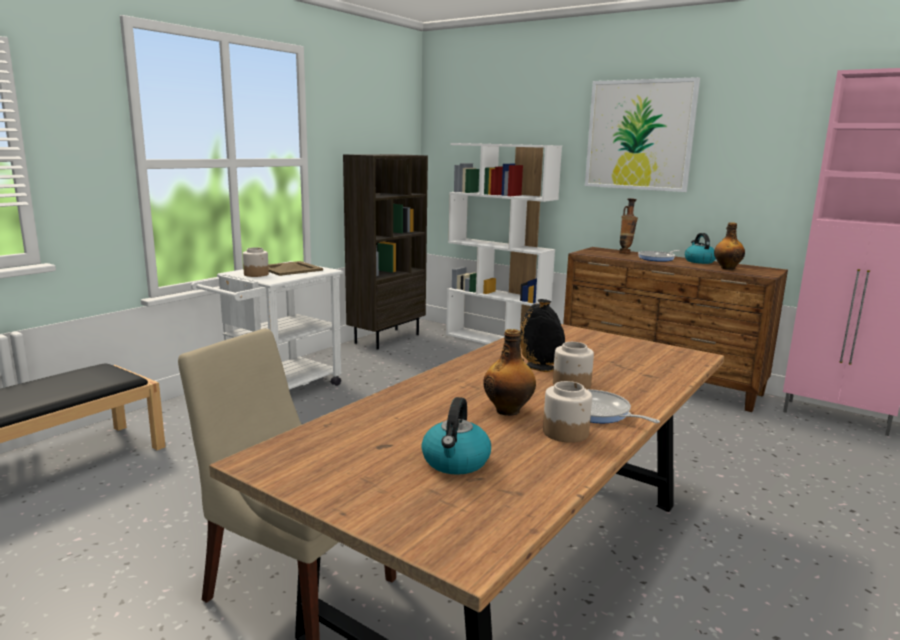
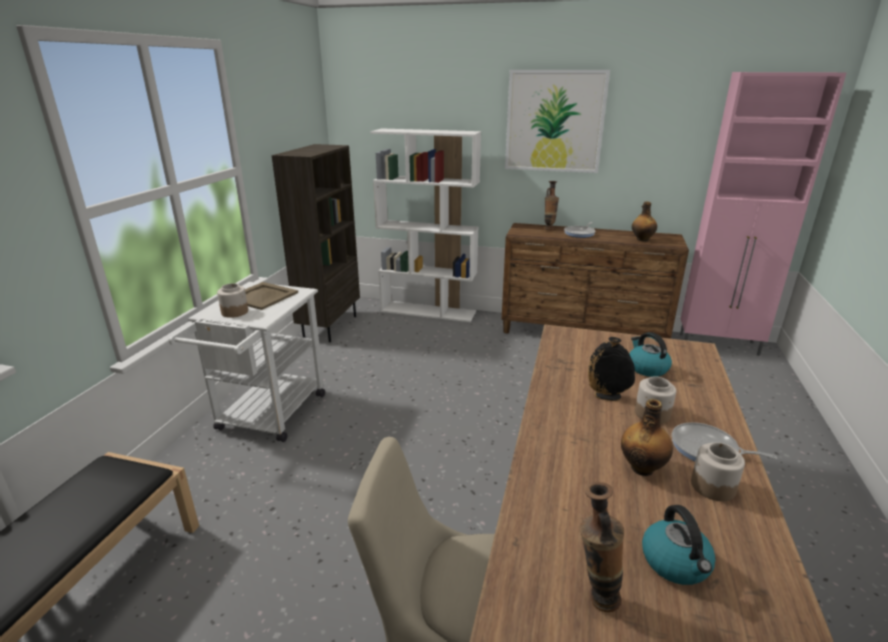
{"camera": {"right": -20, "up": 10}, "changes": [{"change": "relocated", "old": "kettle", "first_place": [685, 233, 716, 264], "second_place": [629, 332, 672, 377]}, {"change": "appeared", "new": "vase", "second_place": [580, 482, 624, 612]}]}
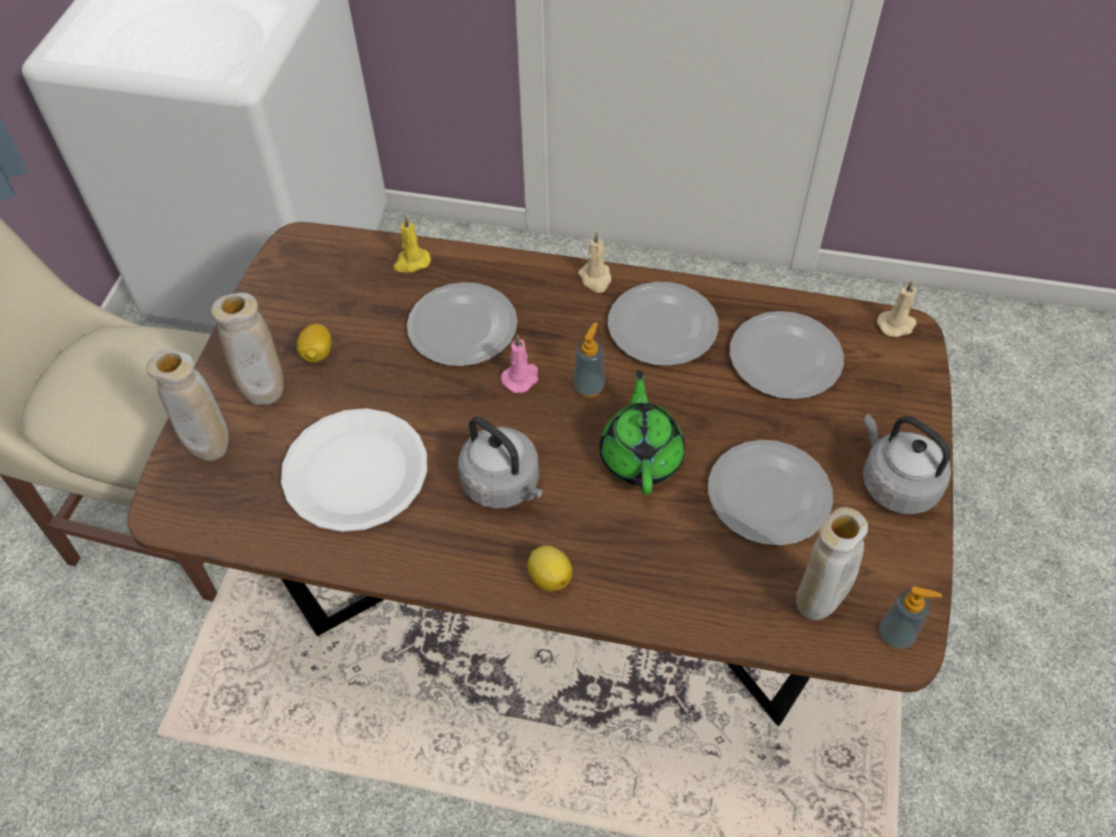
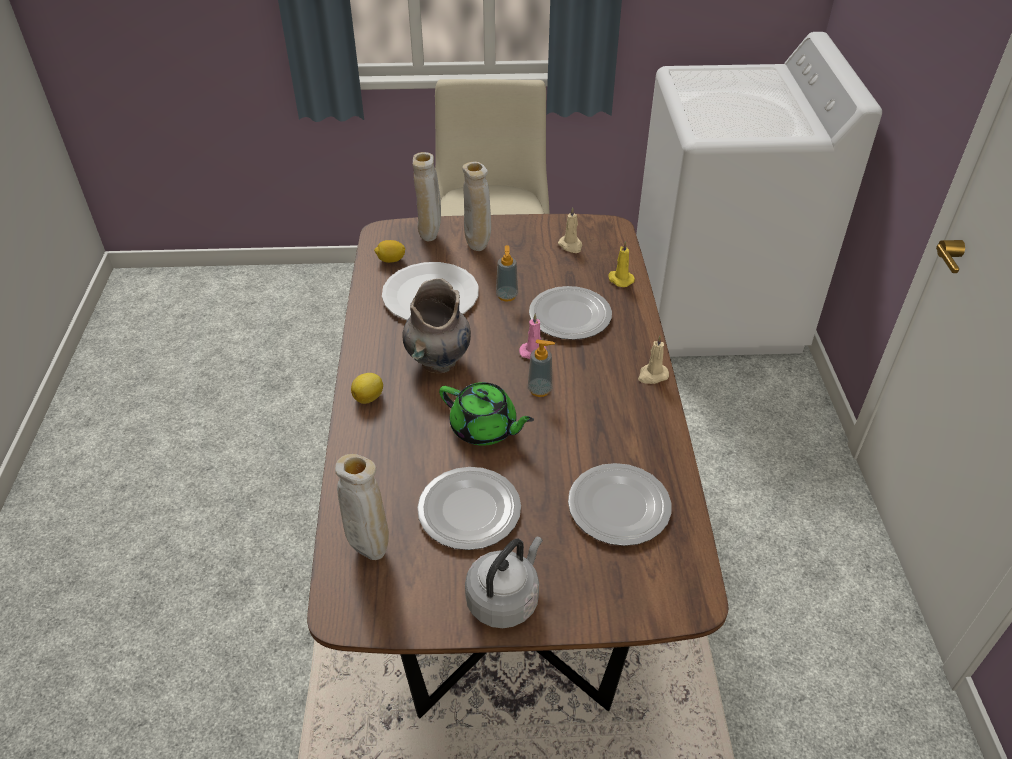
{"camera": {"right": 75, "up": -10}, "changes": [{"change": "relocated", "old": "lemon", "first_place": [297, 324, 332, 363], "second_place": [374, 240, 406, 263]}, {"change": "exchanged", "old": "kettle (greyish)", "new": "vase (greyish)", "first_place": [458, 417, 543, 509], "second_place": [403, 278, 471, 373]}, {"change": "spun", "old": "pot for tea (green)", "first_place": [600, 370, 685, 495], "second_place": [439, 382, 534, 446], "degrees": 45}, {"change": "missing", "old": "flat dish", "first_place": [608, 282, 719, 366]}, {"change": "relocated", "old": "wax candle (sand-coloured)", "first_place": [877, 280, 917, 337], "second_place": [558, 207, 582, 253]}, {"change": "relocated", "old": "liquid soap bottle", "first_place": [879, 586, 942, 649], "second_place": [496, 245, 518, 302]}]}
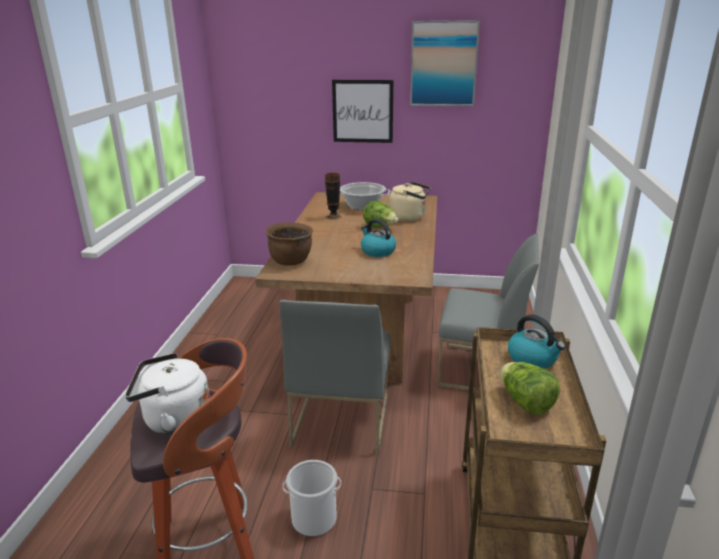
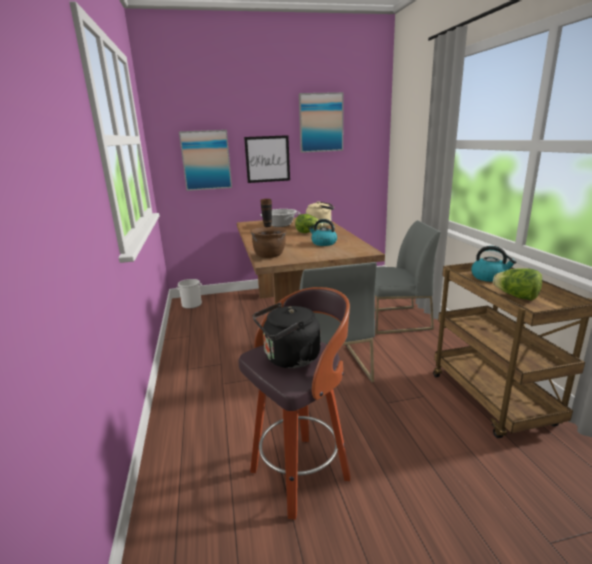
{"camera": {"right": -20, "up": -5}, "changes": [{"change": "colour", "old": "kettle (whitish)", "new": "kettle (blackish)", "first_place": [125, 353, 210, 435], "second_place": [253, 302, 320, 368]}, {"change": "relocated", "old": "water bucket", "first_place": [283, 460, 341, 537], "second_place": [177, 279, 202, 309]}, {"change": "appeared", "new": "wall art", "second_place": [179, 130, 232, 191]}]}
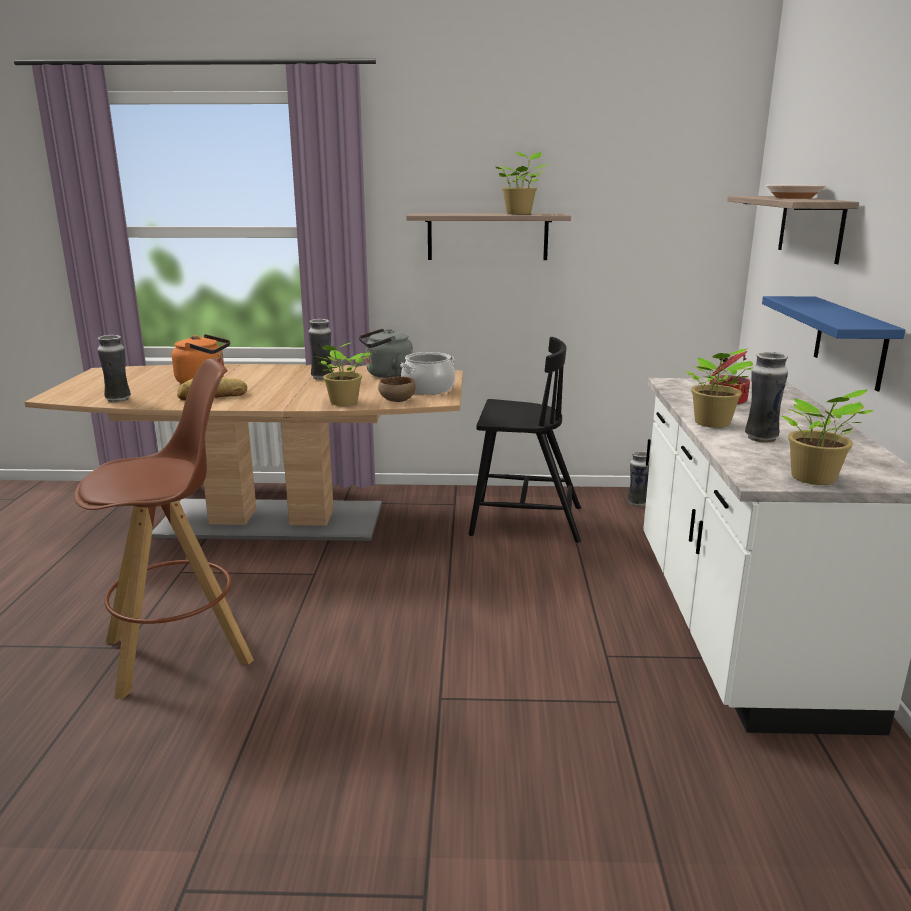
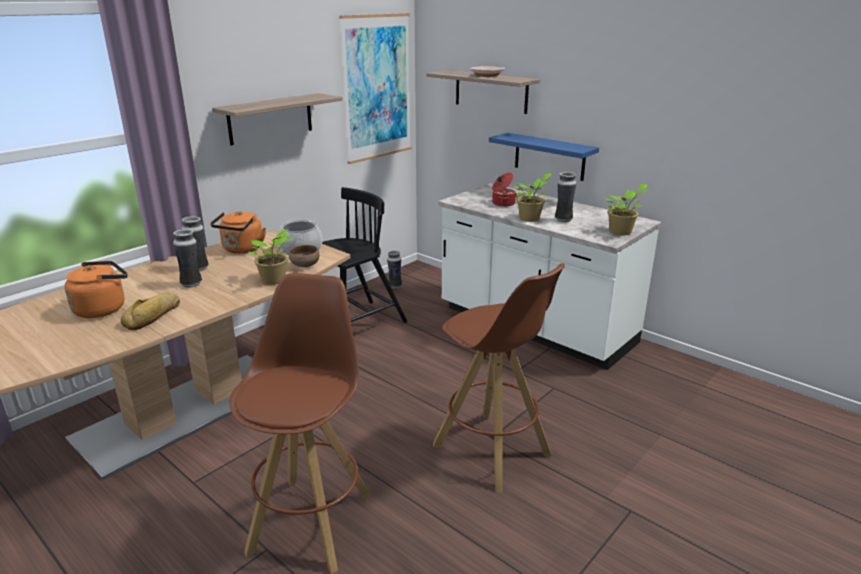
{"camera": {"right": -50, "up": 5}, "changes": [{"change": "relocated", "old": "vase", "first_place": [97, 335, 131, 402], "second_place": [173, 229, 202, 288]}, {"change": "colour", "old": "kettle (greyish)", "new": "kettle (orange-coloured)", "first_place": [359, 329, 413, 378], "second_place": [210, 211, 266, 254]}, {"change": "missing", "old": "potted plant", "first_place": [496, 152, 547, 214]}, {"change": "appeared", "new": "wall art", "second_place": [339, 13, 411, 164]}, {"change": "appeared", "new": "stool (brownish)", "second_place": [433, 264, 565, 492]}]}
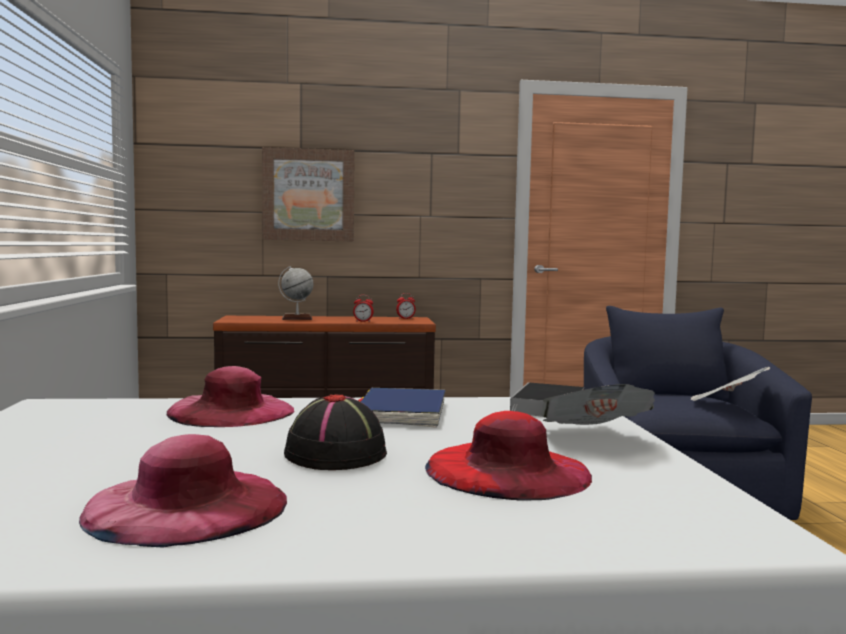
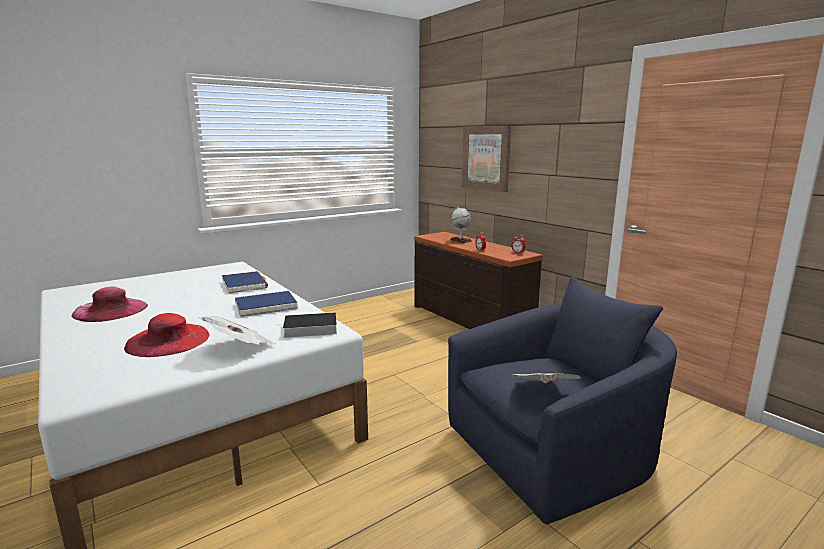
{"camera": {"right": 60, "up": 10}, "changes": [{"change": "exchanged", "old": "hat (pink)", "new": "volume (blue)", "first_place": [167, 366, 294, 427], "second_place": [222, 271, 268, 294]}, {"change": "missing", "old": "hat (blackish)", "first_place": [284, 394, 387, 470]}]}
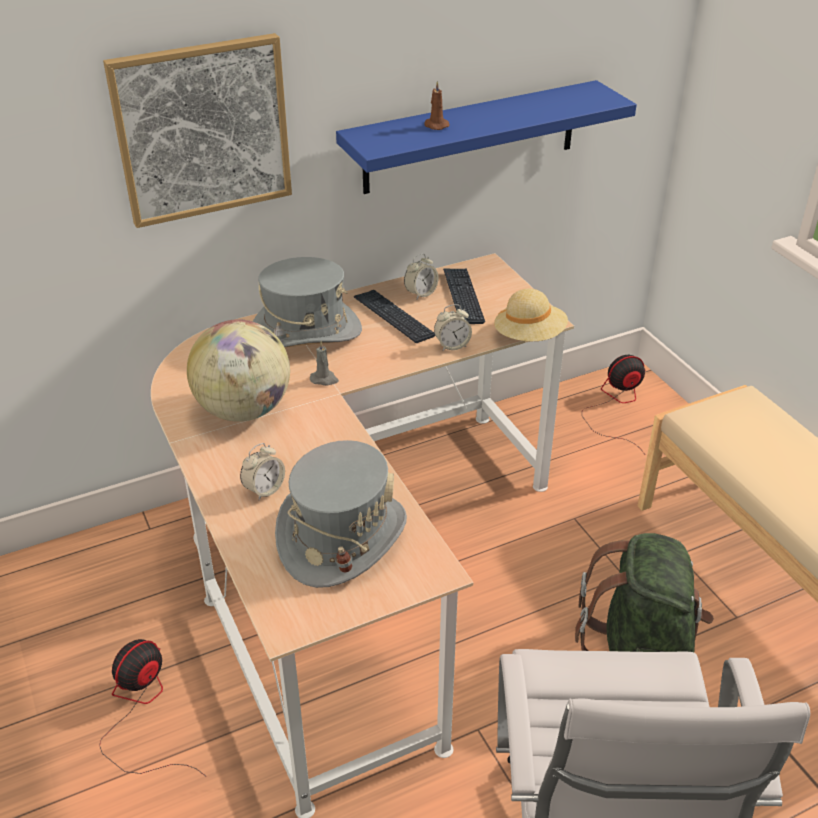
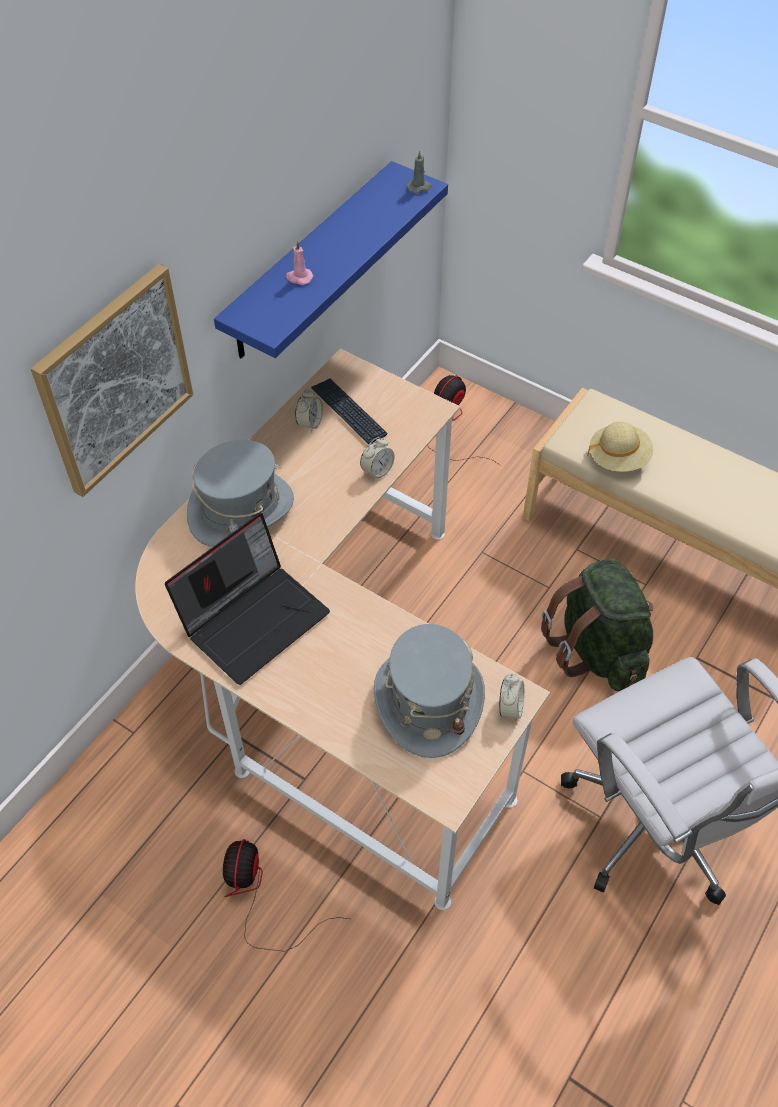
{"camera": {"right": -30, "up": 15}, "changes": [{"change": "exchanged", "old": "globe", "new": "laptop", "first_place": [187, 319, 290, 422], "second_place": [165, 513, 330, 685]}, {"change": "relocated", "old": "table clock", "first_place": [240, 443, 285, 500], "second_place": [499, 674, 524, 721]}, {"change": "relocated", "old": "wax candle (greyish)", "first_place": [310, 341, 339, 386], "second_place": [407, 151, 432, 193]}, {"change": "missing", "old": "computer keyboard", "first_place": [354, 290, 435, 343]}, {"change": "colour", "old": "wax candle (brownish)", "new": "wax candle (pink)", "first_place": [424, 81, 450, 130], "second_place": [286, 241, 313, 285]}, {"change": "relocated", "old": "hat (sand-coloured)", "first_place": [494, 289, 568, 341], "second_place": [588, 422, 653, 472]}]}
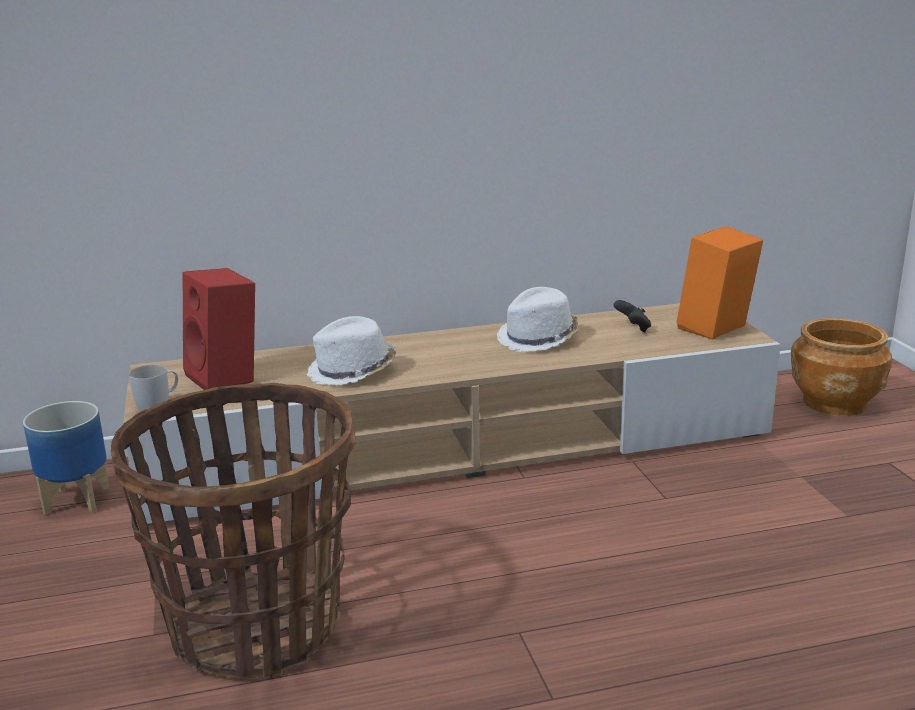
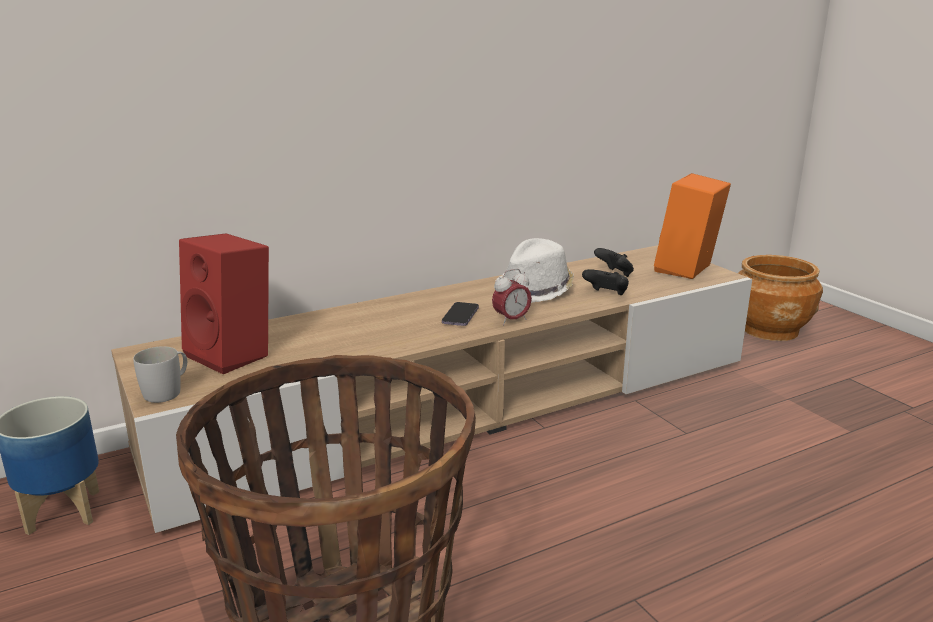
{"camera": {"right": -15, "up": 0}, "changes": [{"change": "missing", "old": "hat (whitish)", "first_place": [307, 316, 396, 385]}, {"change": "appeared", "new": "handset", "second_place": [442, 302, 479, 326]}, {"change": "appeared", "new": "table clock", "second_place": [492, 269, 532, 325]}, {"change": "appeared", "new": "gamepad (blackish)", "second_place": [582, 269, 629, 295]}]}
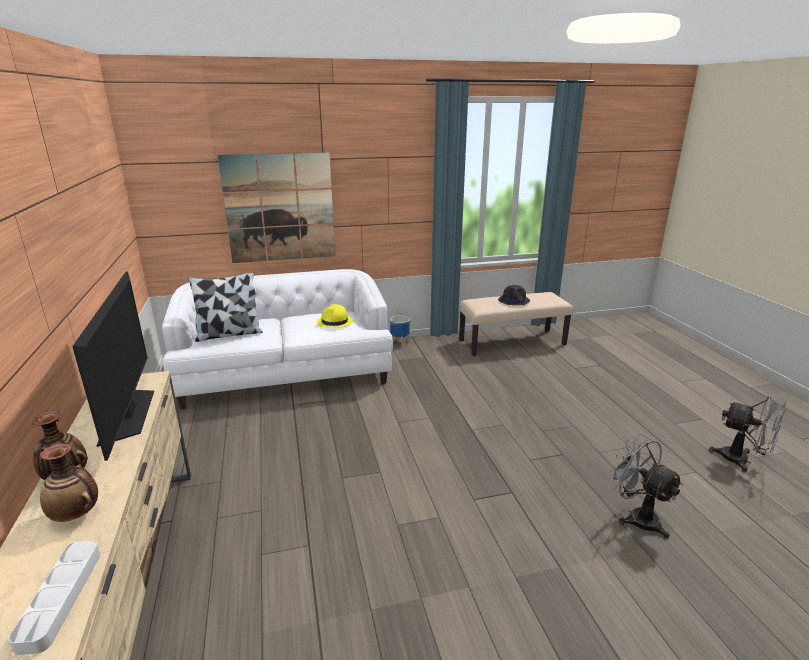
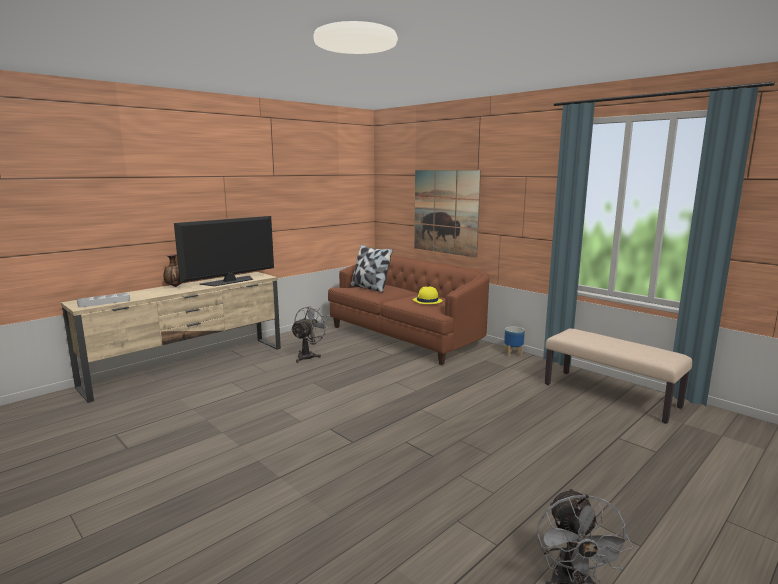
{"camera": {"right": 60, "up": -10}, "changes": [{"change": "missing", "old": "vase", "first_place": [40, 444, 98, 522]}, {"change": "colour", "old": "sofa (whitish)", "new": "sofa (brownish)", "first_place": [162, 269, 393, 409], "second_place": [328, 256, 489, 365]}, {"change": "missing", "old": "hat (blackish)", "first_place": [498, 285, 530, 306]}, {"change": "relocated", "old": "cooling fan (greyish)", "first_place": [608, 434, 683, 539], "second_place": [291, 306, 330, 363]}]}
